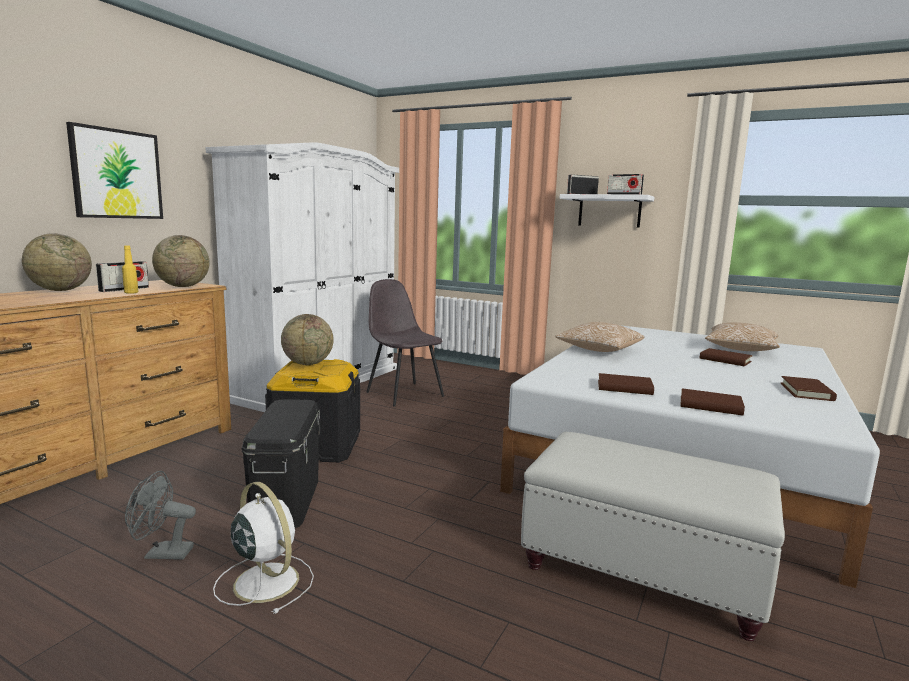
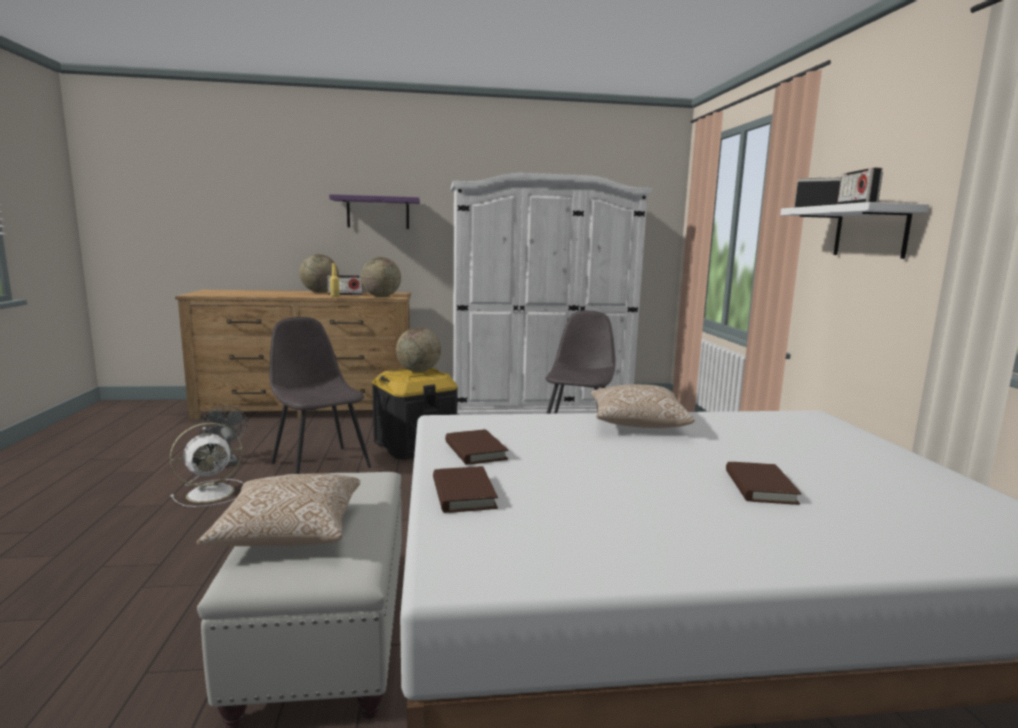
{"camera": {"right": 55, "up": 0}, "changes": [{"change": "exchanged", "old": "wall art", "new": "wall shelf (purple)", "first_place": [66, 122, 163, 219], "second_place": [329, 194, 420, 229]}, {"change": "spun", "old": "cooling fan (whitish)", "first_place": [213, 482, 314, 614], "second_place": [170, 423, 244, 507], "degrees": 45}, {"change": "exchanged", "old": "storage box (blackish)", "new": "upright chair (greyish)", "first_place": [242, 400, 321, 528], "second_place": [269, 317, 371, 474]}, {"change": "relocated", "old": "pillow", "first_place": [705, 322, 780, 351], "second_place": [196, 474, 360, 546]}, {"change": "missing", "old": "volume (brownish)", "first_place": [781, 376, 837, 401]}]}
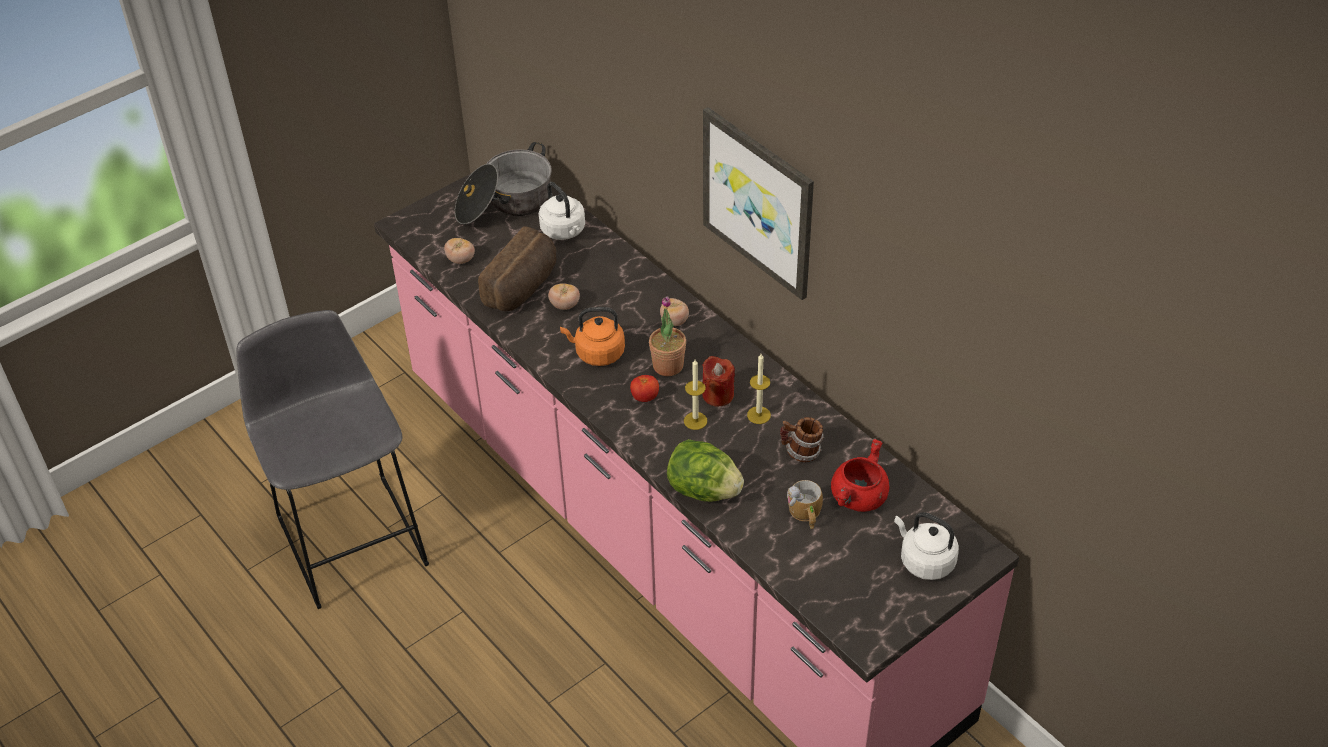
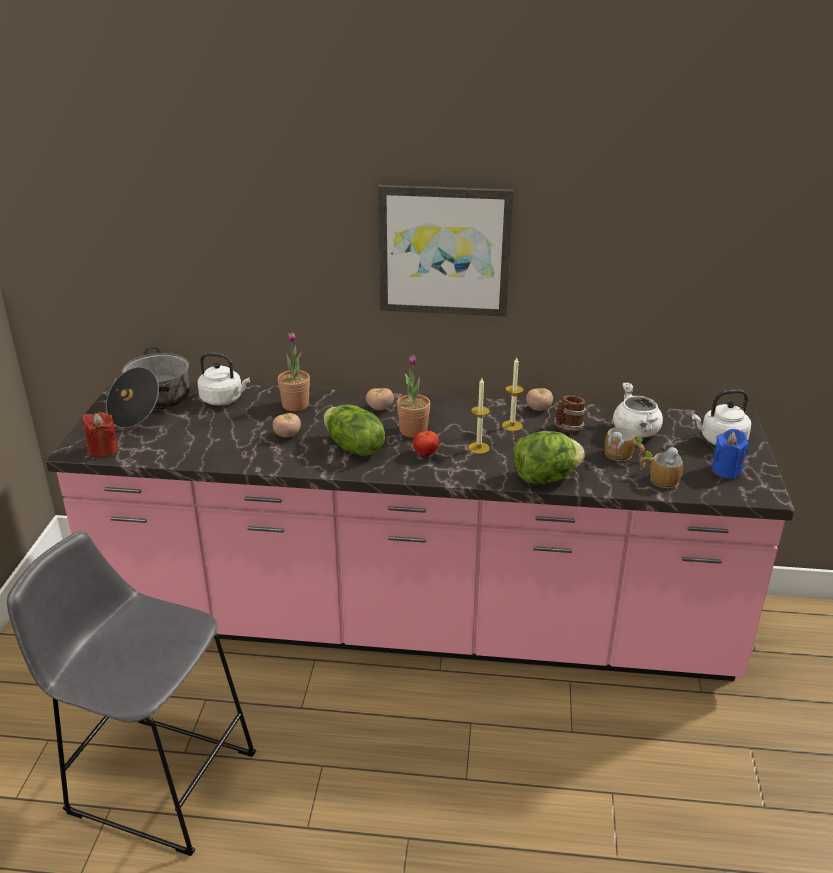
{"camera": {"right": -45, "up": -15}, "changes": [{"change": "relocated", "old": "whole tomato", "first_place": [444, 238, 475, 264], "second_place": [526, 388, 553, 411]}, {"change": "missing", "old": "baked bread", "first_place": [478, 226, 556, 311]}, {"change": "exchanged", "old": "kettle (orange-coloured)", "new": "lettuce", "first_place": [560, 307, 625, 366], "second_place": [324, 405, 385, 456]}, {"change": "relocated", "old": "wax candle (red-coloured)", "first_place": [702, 356, 735, 406], "second_place": [82, 412, 118, 458]}, {"change": "colour", "old": "stockpot (red-coloured)", "new": "stockpot (whitish)", "first_place": [831, 438, 890, 512], "second_place": [613, 383, 663, 438]}, {"change": "appeared", "new": "potted plant", "second_place": [277, 332, 310, 411]}, {"change": "appeared", "new": "coffee mug", "second_place": [640, 446, 683, 488]}, {"change": "appeared", "new": "wax candle (blue)", "second_place": [711, 429, 749, 479]}]}
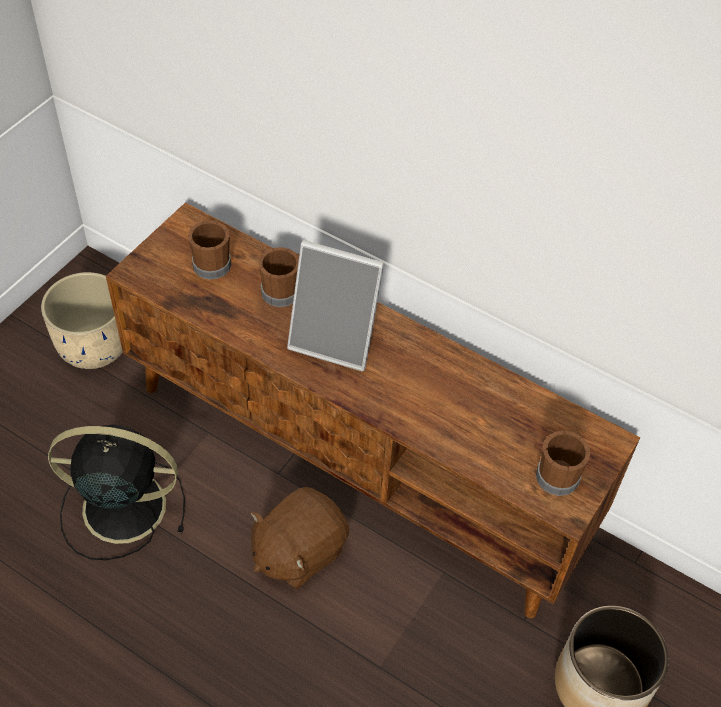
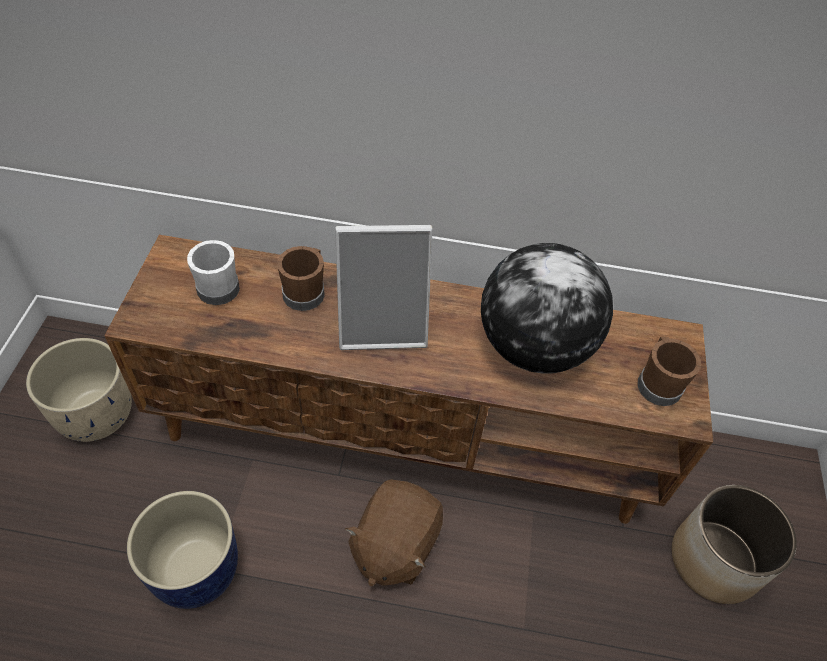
{"camera": {"right": -25, "up": 0}, "changes": [{"change": "exchanged", "old": "cooling fan (blackish)", "new": "planter (blue)", "first_place": [48, 425, 185, 560], "second_place": [127, 491, 238, 609]}, {"change": "colour", "old": "coffee mug (brownish)", "new": "coffee mug (whitish)", "first_place": [188, 220, 231, 280], "second_place": [187, 240, 240, 305]}, {"change": "appeared", "new": "globe", "second_place": [481, 243, 613, 374]}]}
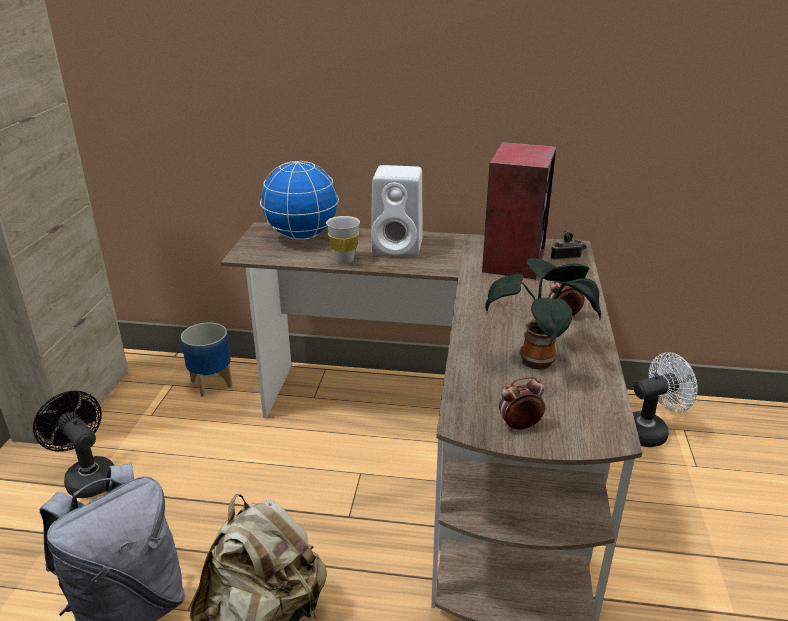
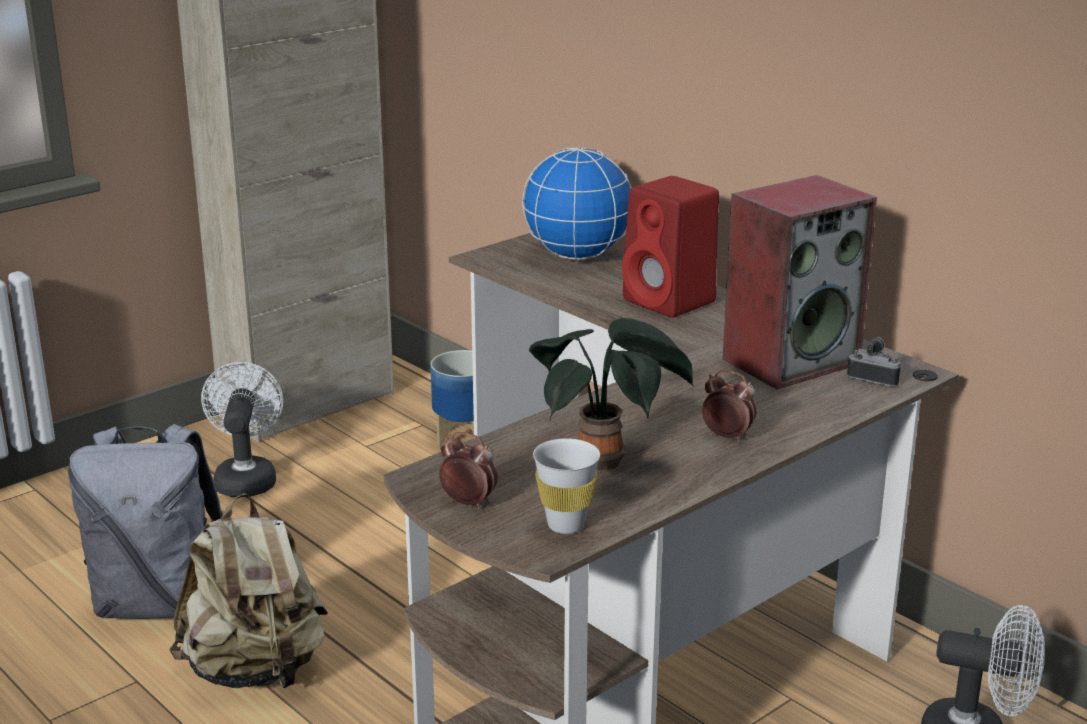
{"camera": {"right": 40, "up": -5}, "changes": [{"change": "colour", "old": "cooling fan (blackish)", "new": "cooling fan (whitish)", "first_place": [33, 391, 114, 498], "second_place": [201, 362, 283, 497]}, {"change": "relocated", "old": "small cup (whitish)", "first_place": [326, 216, 360, 264], "second_place": [533, 438, 600, 534]}, {"change": "colour", "old": "speaker (whitish)", "new": "speaker (red-coloured)", "first_place": [371, 165, 423, 257], "second_place": [622, 176, 719, 318]}]}
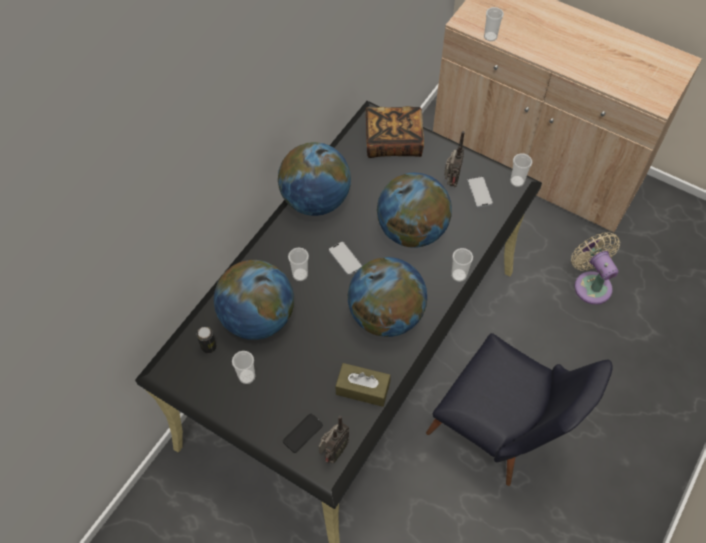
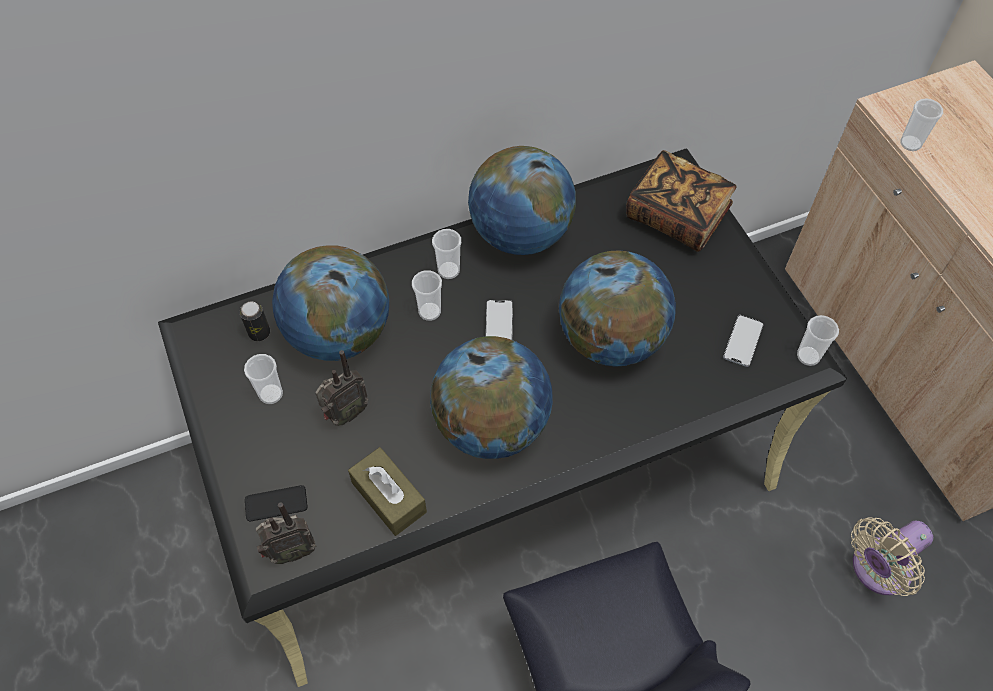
{"camera": {"right": 35, "up": 0}, "changes": [{"change": "relocated", "old": "radio receiver", "first_place": [444, 131, 464, 187], "second_place": [315, 350, 369, 426]}, {"change": "relocated", "old": "small cup", "first_place": [451, 248, 473, 282], "second_place": [432, 229, 461, 279]}, {"change": "spun", "old": "cooling fan (sand-coloured)", "first_place": [571, 232, 620, 305], "second_place": [851, 517, 933, 596], "degrees": -135}]}
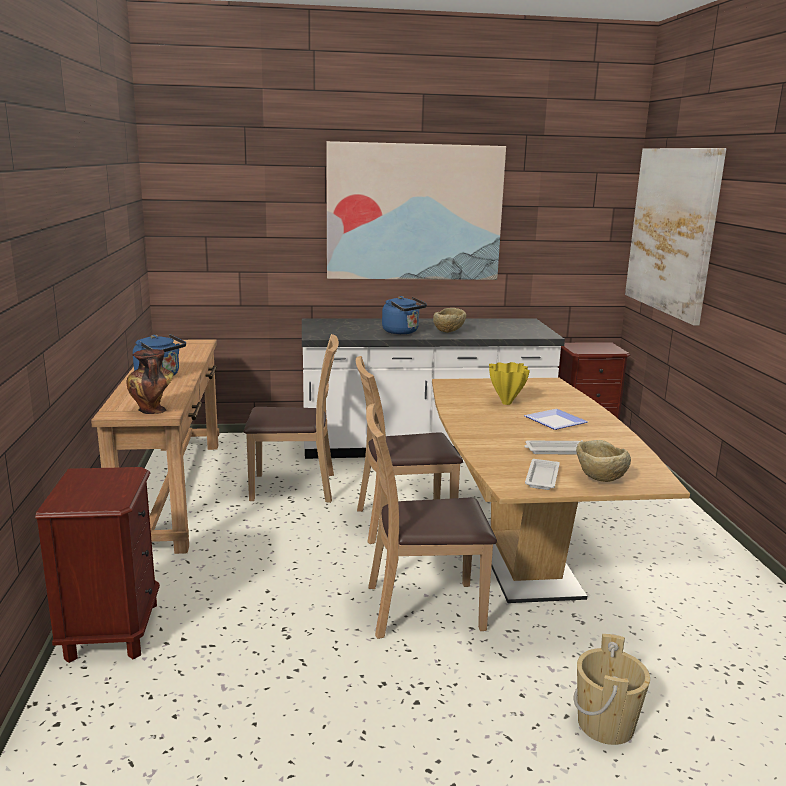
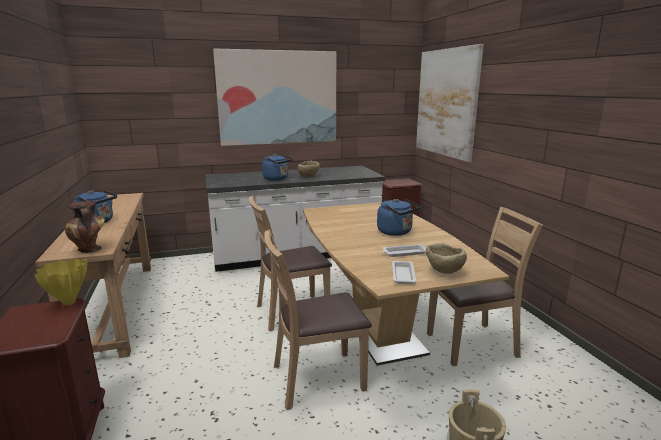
{"camera": {"right": -10, "up": 0}, "changes": [{"change": "relocated", "old": "upright chair (brownish)", "first_place": [244, 334, 339, 503], "second_place": [427, 207, 543, 366]}, {"change": "relocated", "old": "vase (yellow-coloured)", "first_place": [489, 362, 530, 405], "second_place": [35, 259, 87, 305]}, {"change": "exchanged", "old": "flat dish", "new": "kettle (blue)", "first_place": [524, 409, 588, 430], "second_place": [377, 199, 421, 236]}]}
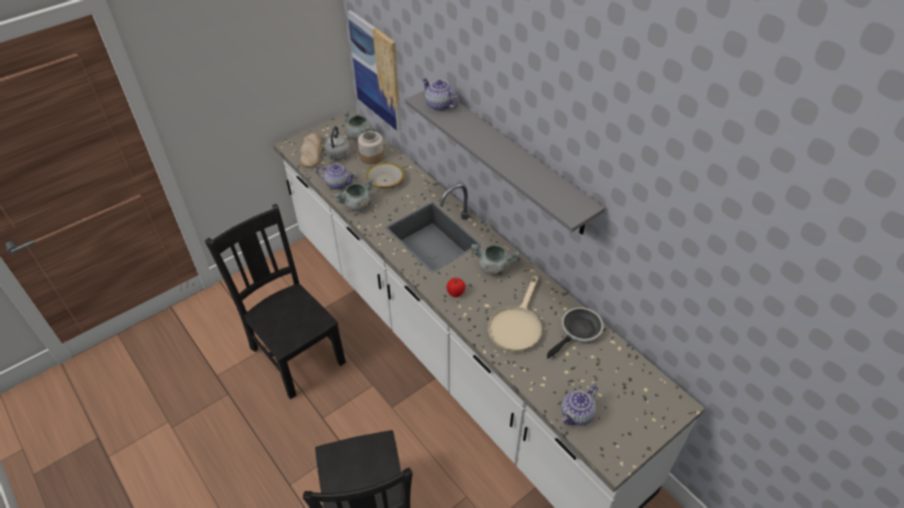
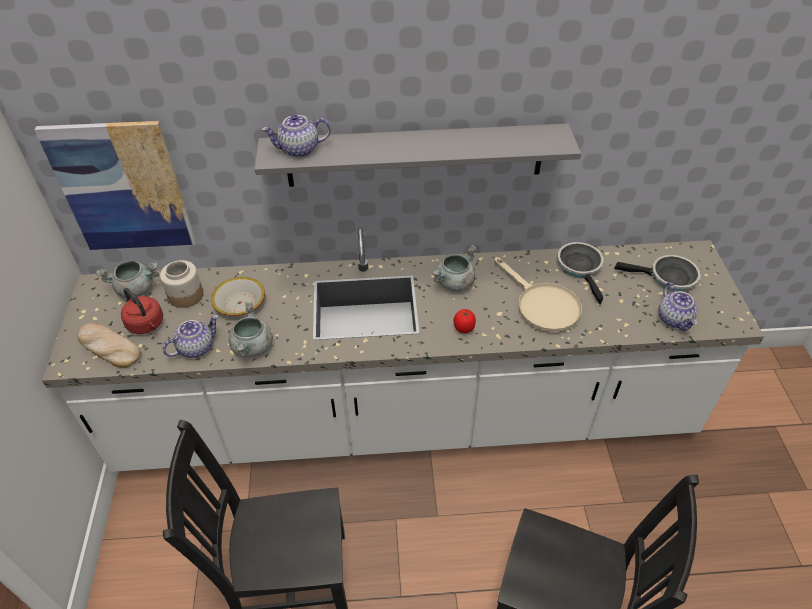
{"camera": {"right": -55, "up": 0}, "changes": [{"change": "colour", "old": "kettle (greyish)", "new": "kettle (red-coloured)", "first_place": [324, 126, 351, 160], "second_place": [121, 288, 163, 334]}, {"change": "appeared", "new": "pan", "second_place": [614, 255, 701, 291]}]}
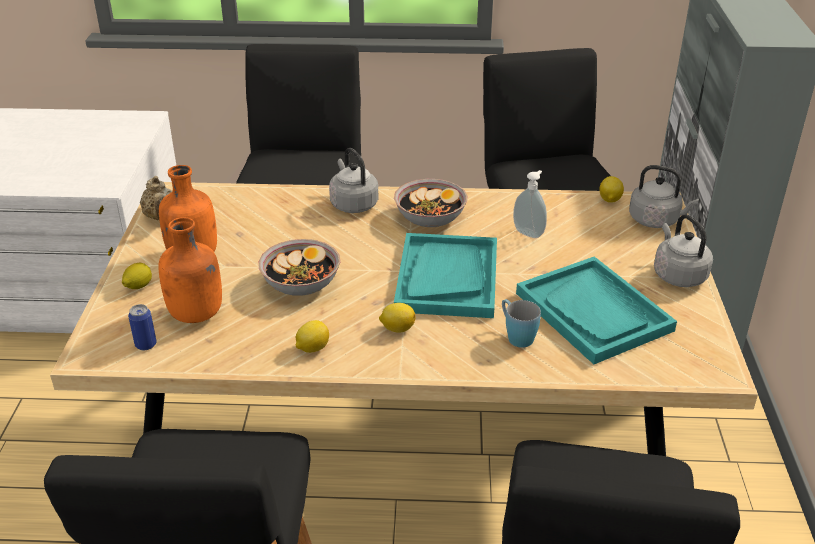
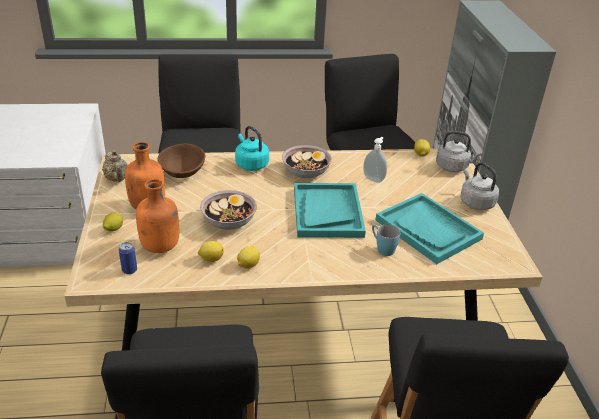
{"camera": {"right": -10, "up": 0}, "changes": [{"change": "colour", "old": "kettle (greyish)", "new": "kettle (turquoise)", "first_place": [329, 148, 378, 213], "second_place": [235, 126, 269, 171]}, {"change": "relocated", "old": "lemon", "first_place": [379, 303, 415, 333], "second_place": [198, 241, 224, 262]}, {"change": "appeared", "new": "deep dish (brownish)", "second_place": [158, 144, 206, 178]}]}
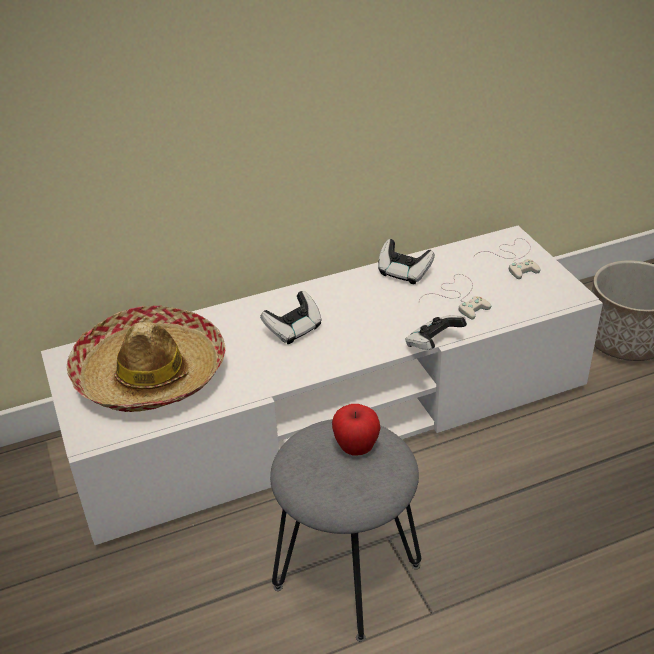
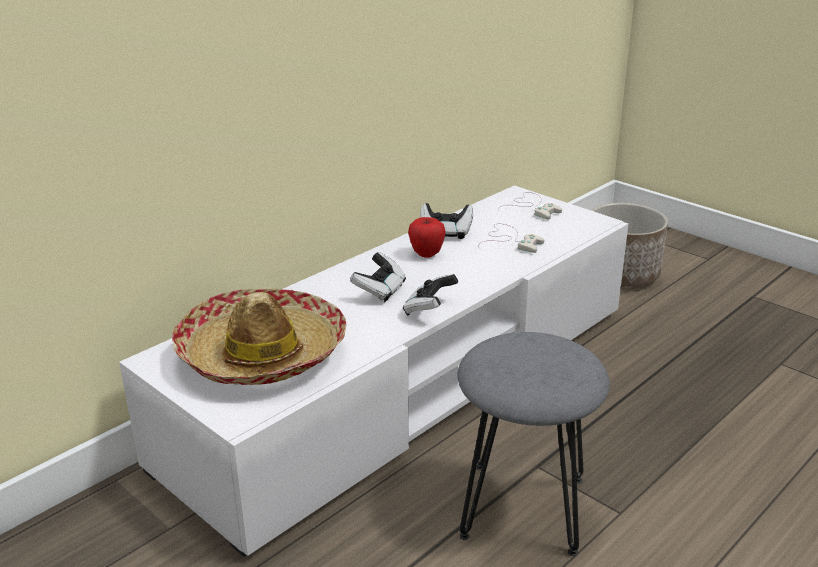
{"camera": {"right": -25, "up": -10}, "changes": [{"change": "relocated", "old": "apple fruit", "first_place": [332, 404, 381, 456], "second_place": [408, 217, 445, 258]}, {"change": "relocated", "old": "gamepad", "first_place": [405, 315, 467, 350], "second_place": [403, 274, 458, 316]}]}
